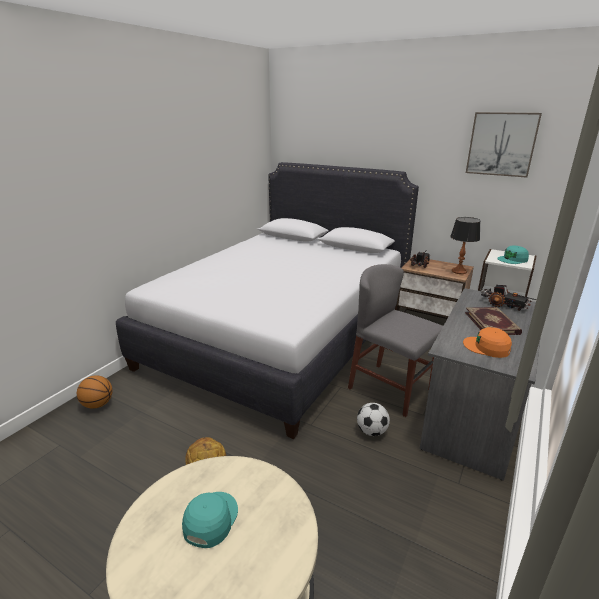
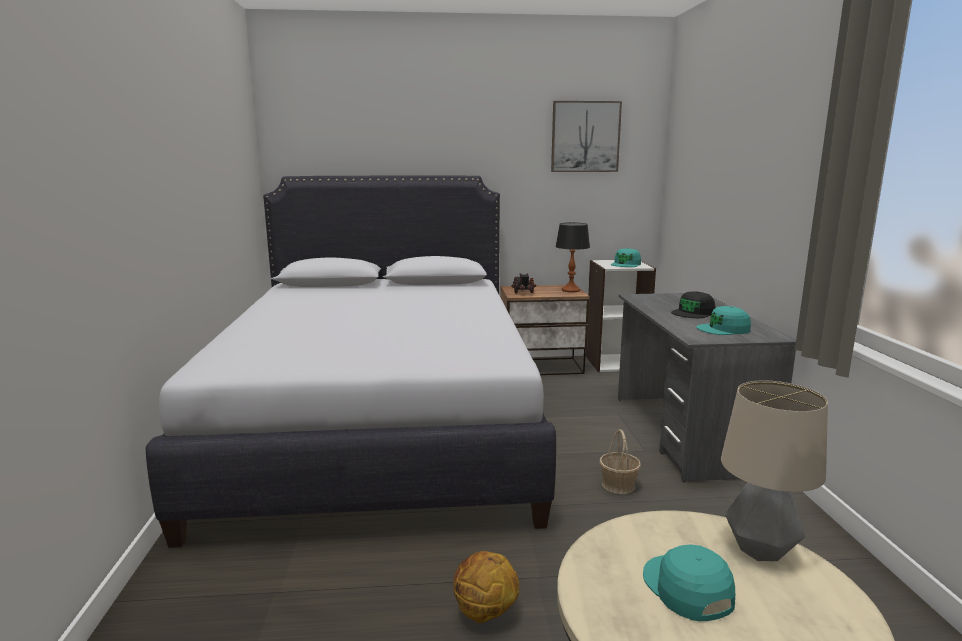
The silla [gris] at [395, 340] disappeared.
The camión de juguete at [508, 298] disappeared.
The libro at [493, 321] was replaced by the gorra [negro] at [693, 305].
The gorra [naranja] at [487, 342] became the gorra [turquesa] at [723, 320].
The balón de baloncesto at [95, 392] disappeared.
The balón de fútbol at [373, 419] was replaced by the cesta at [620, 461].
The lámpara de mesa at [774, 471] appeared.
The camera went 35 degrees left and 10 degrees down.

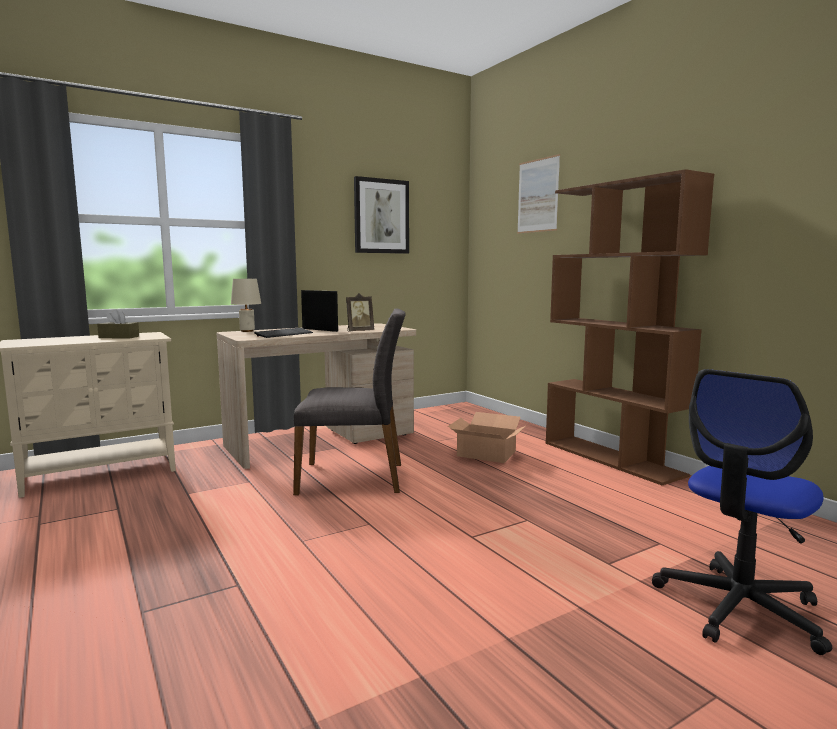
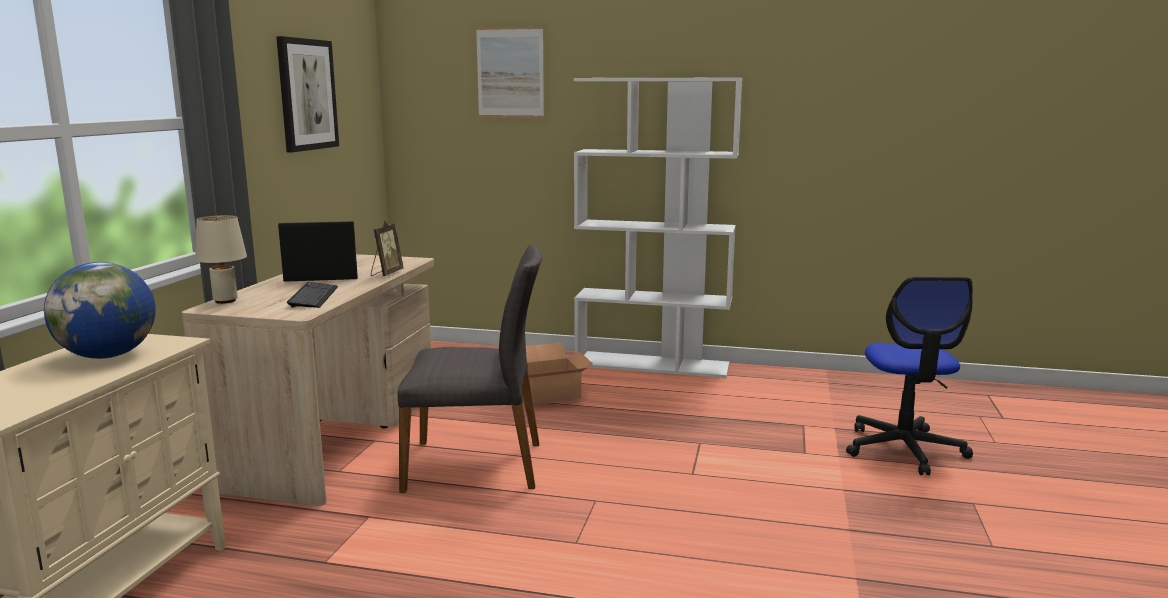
The estantería [marrón] at [630, 327] became the estantería [blanco] at [658, 228].
The silla [gris] at [349, 401] turned 45 degrees clockwise.
The caja de pañuelos [marrón] at [118, 324] was replaced by the globo terráqueo at [100, 310].
The camera went 45 degrees left and 5 degrees up.

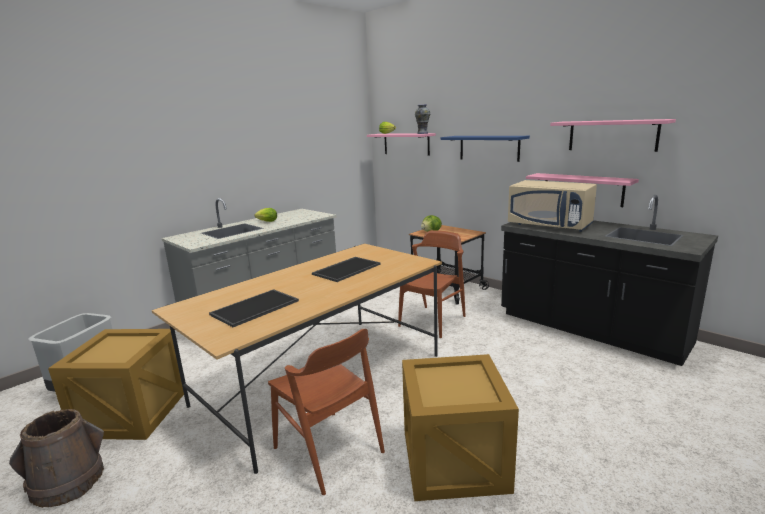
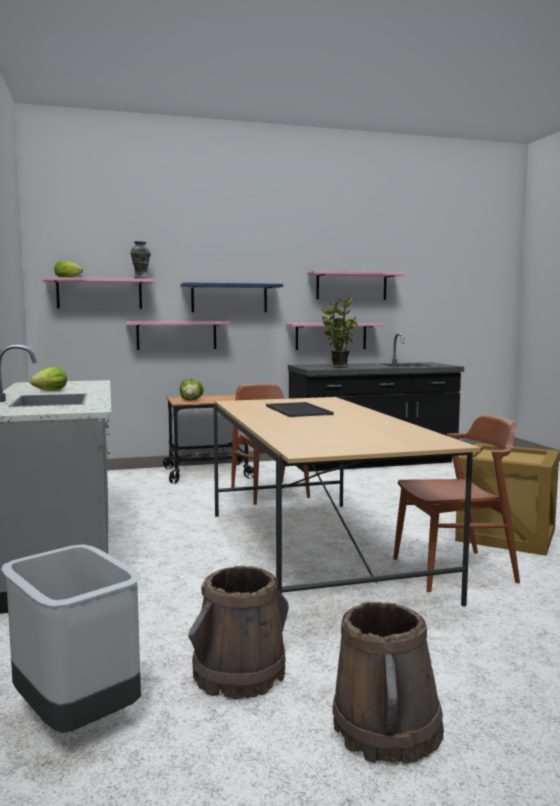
The microondas [beis] at [552, 206] was replaced by the planta en maceta at [339, 332].
The bandeja at [254, 308] disappeared.
The caja de embalaje at [116, 384] was replaced by the cubo [marrón] at [239, 632].
The estante [rosa] at [177, 335] appeared.
The camera went 60 degrees left and 10 degrees down.

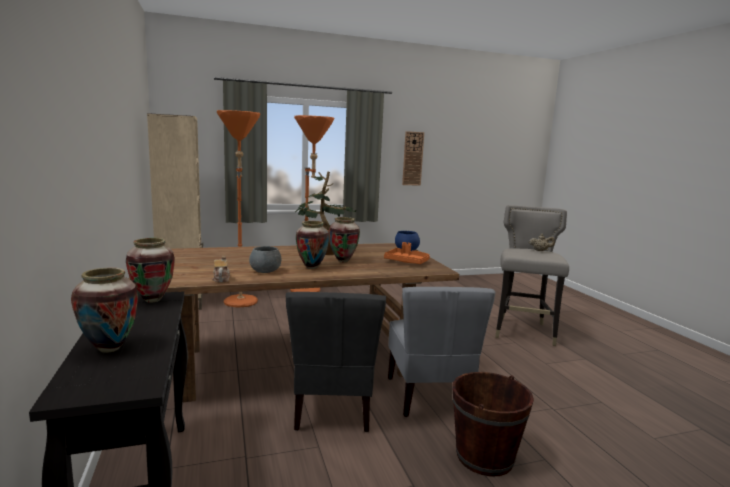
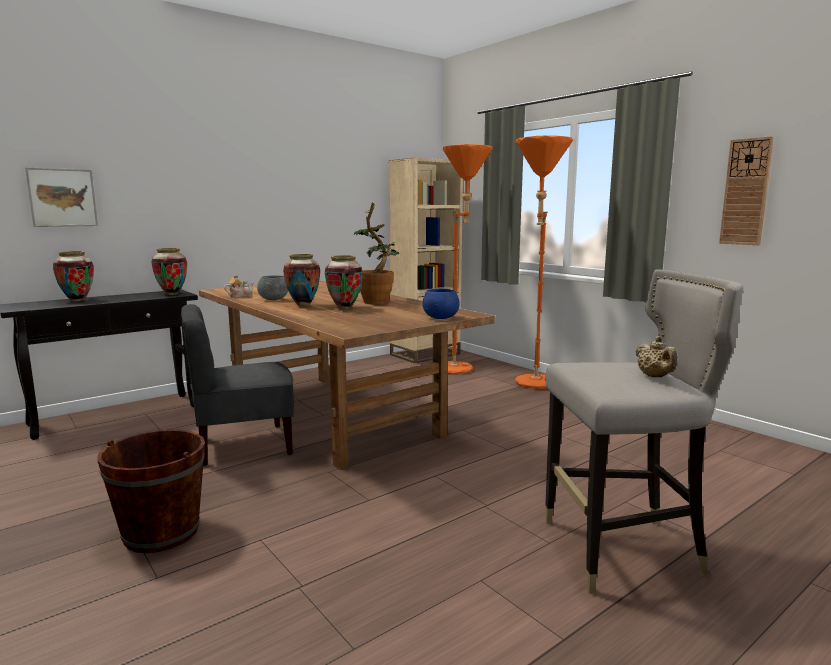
The bandeja [naranja] at [407, 253] disappeared.
The silla [gris] at [441, 352] disappeared.
The cuadro at [61, 197] appeared.
The camera went 70 degrees right and 0 degrees up.

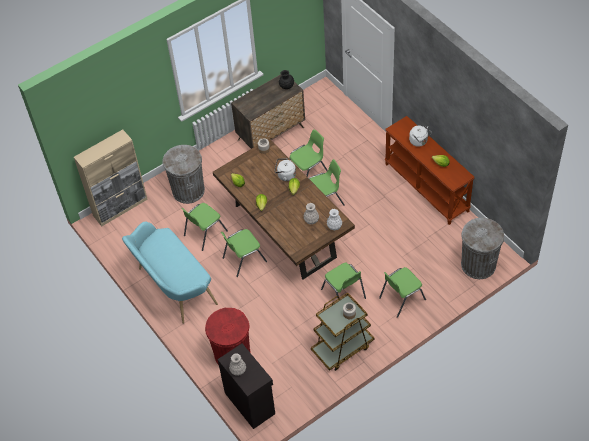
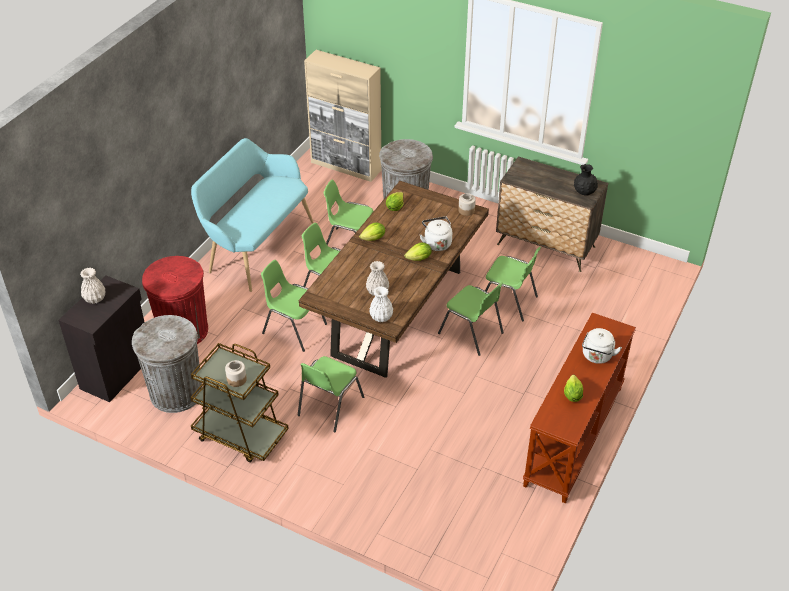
The papelera [gris] moved from [482, 248] to [167, 364].
The silla [verde] moved from [402, 292] to [294, 306].
The camera went 60 degrees right and 10 degrees down.

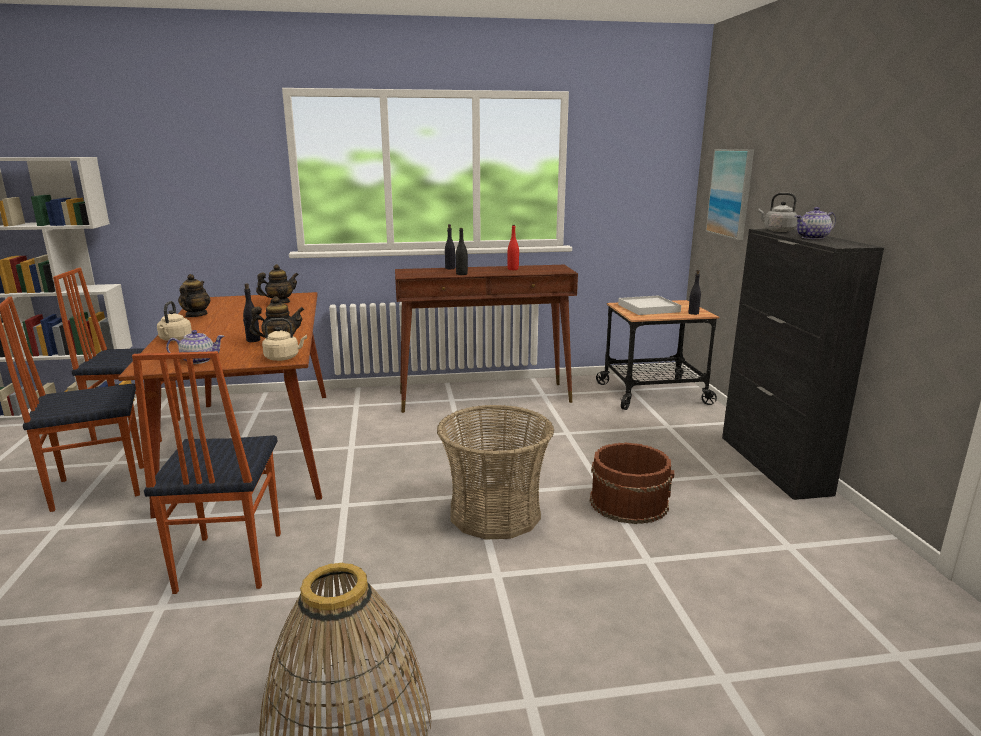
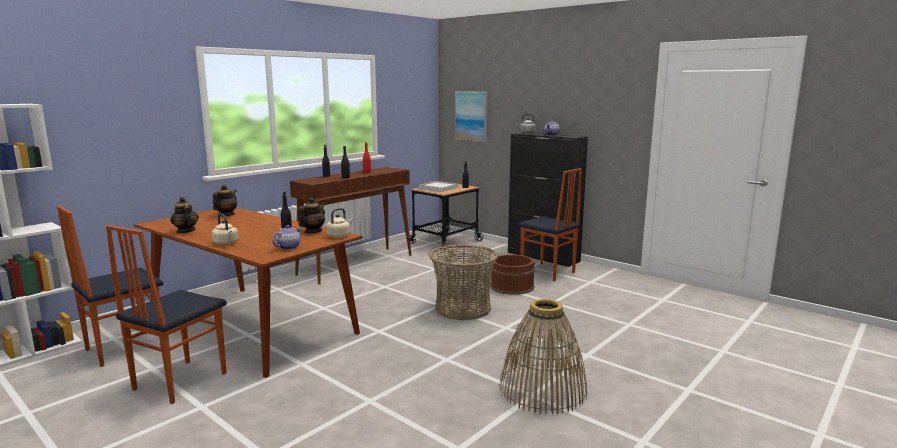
The silla moved from [206, 472] to [550, 224].
The camera went 40 degrees left and 5 degrees down.

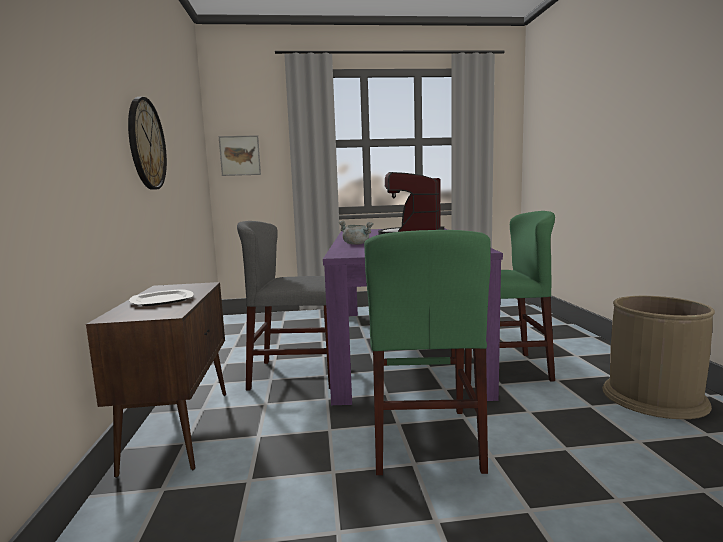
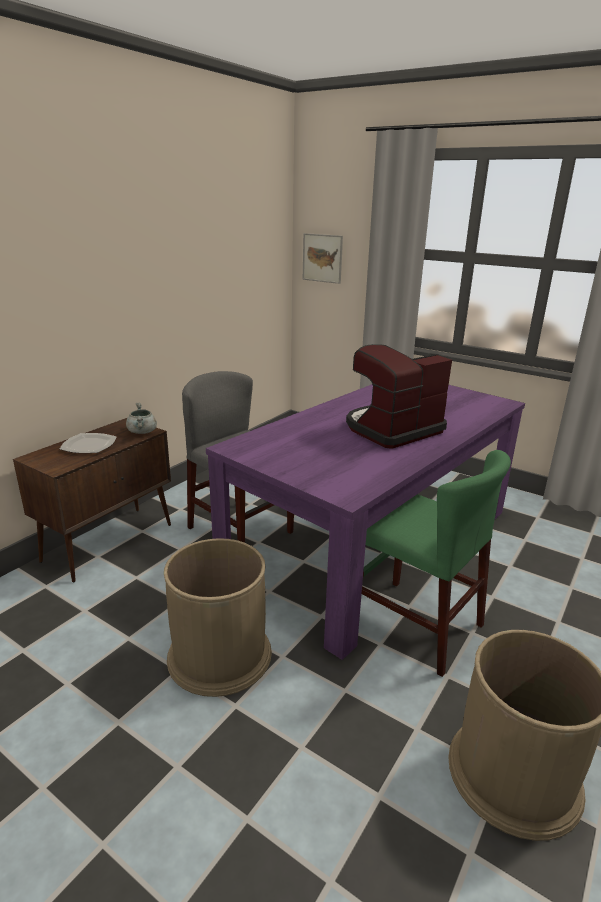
The reloj de pared at [147, 143] disappeared.
The olla [gris] moved from [356, 233] to [141, 418].
The silla [verde] at [427, 352] was replaced by the papelera [marrón] at [218, 617].
The camera went 40 degrees right and 15 degrees up.

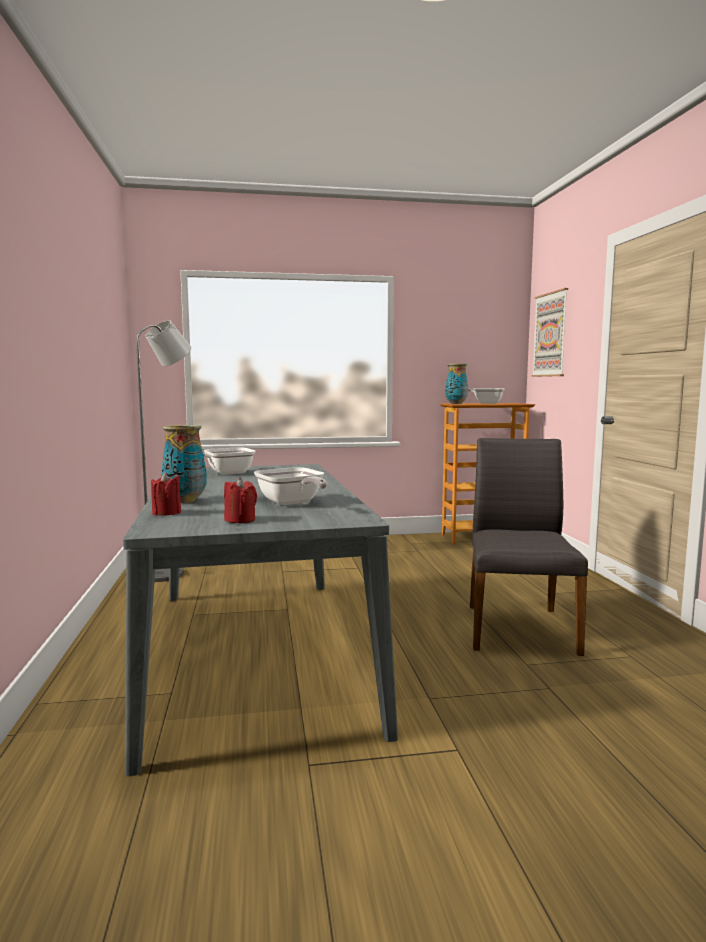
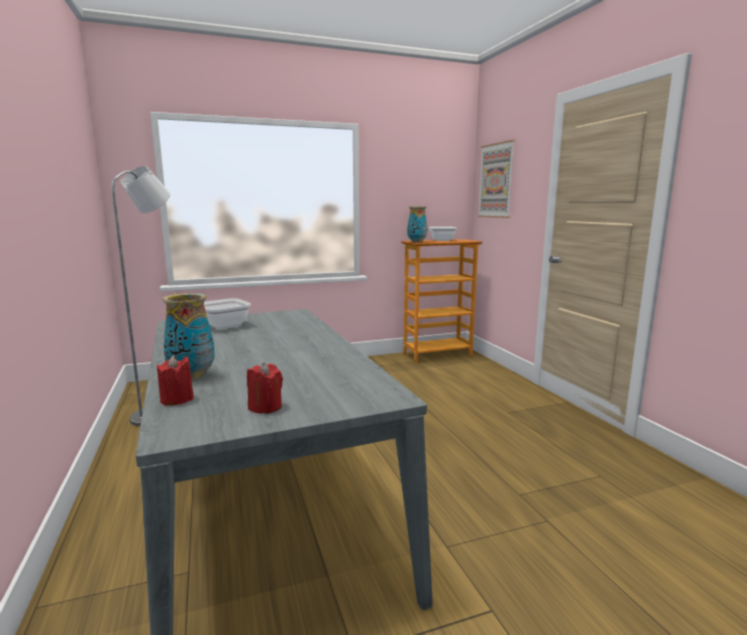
The silla [gris] at [529, 547] disappeared.
The sartén at [290, 486] disappeared.
The camera went 10 degrees left and 5 degrees up.

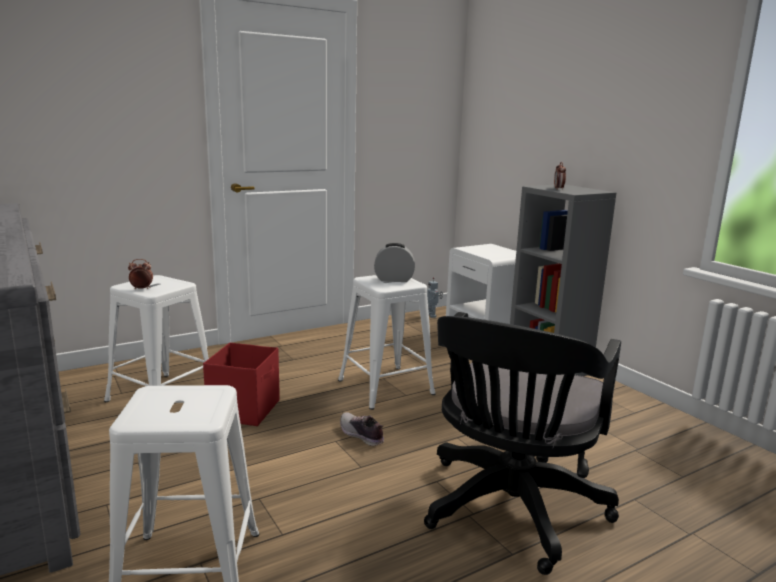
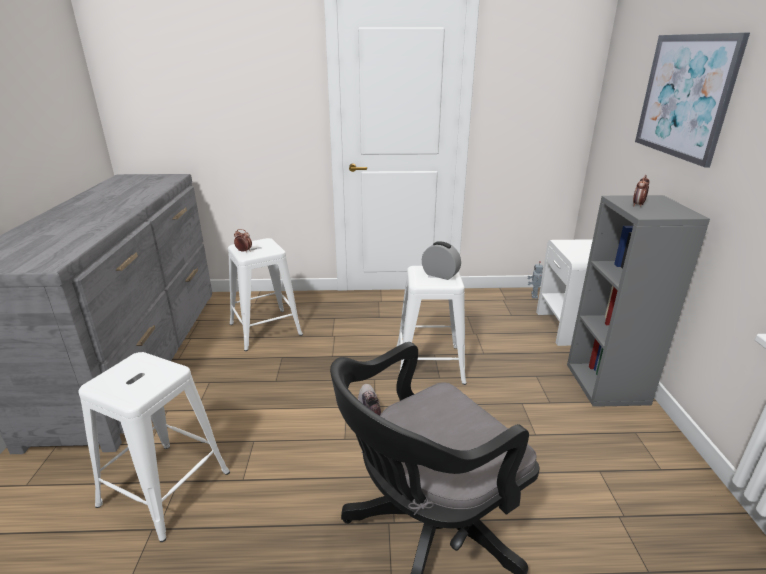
The caja de almacenaje [rojo] at [241, 384] disappeared.
The cuadro at [692, 100] appeared.
The camera went 30 degrees right and 10 degrees up.

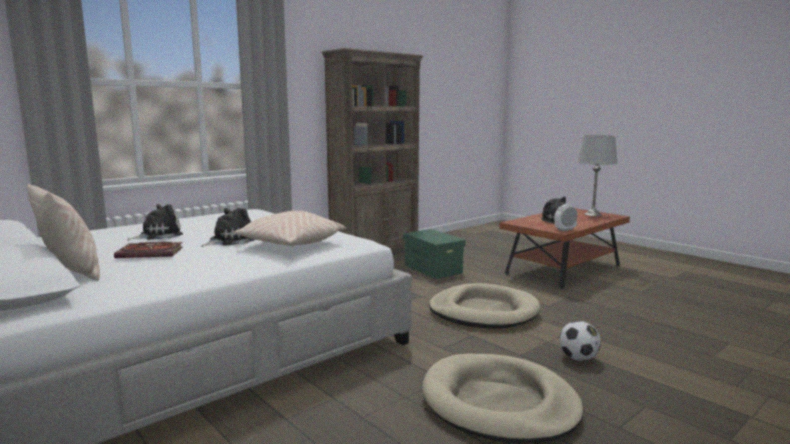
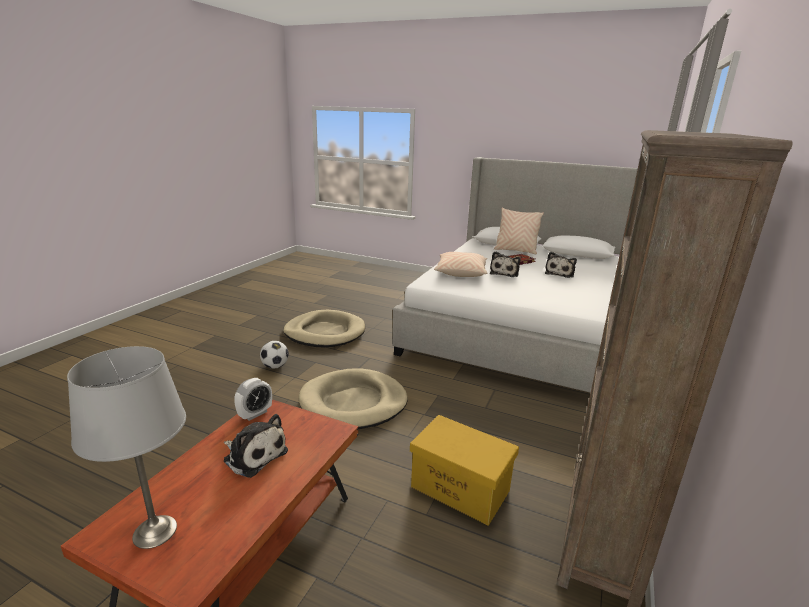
The caja de almacenaje [verde] at [434, 254] became the caja de almacenaje [amarillo] at [464, 470].
The camera went 155 degrees right and 10 degrees up.

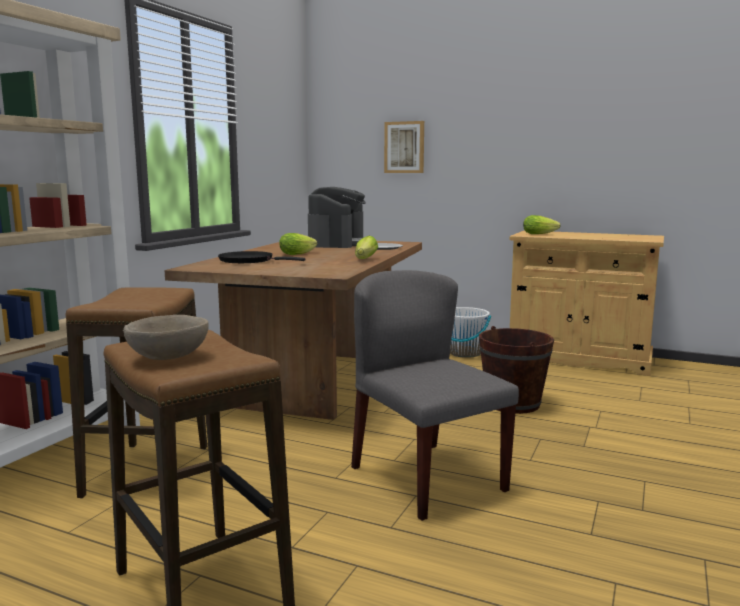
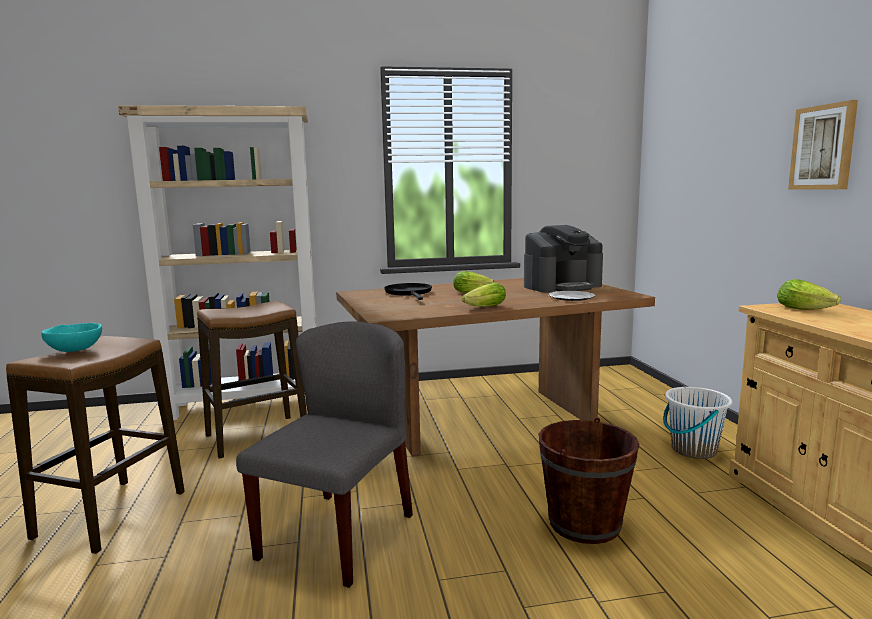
The cuadro moved from [404, 147] to [823, 145].
The cuenco [beis] at [166, 337] became the cuenco [turquesa] at [71, 337].
The camera went 55 degrees right and 0 degrees up.

